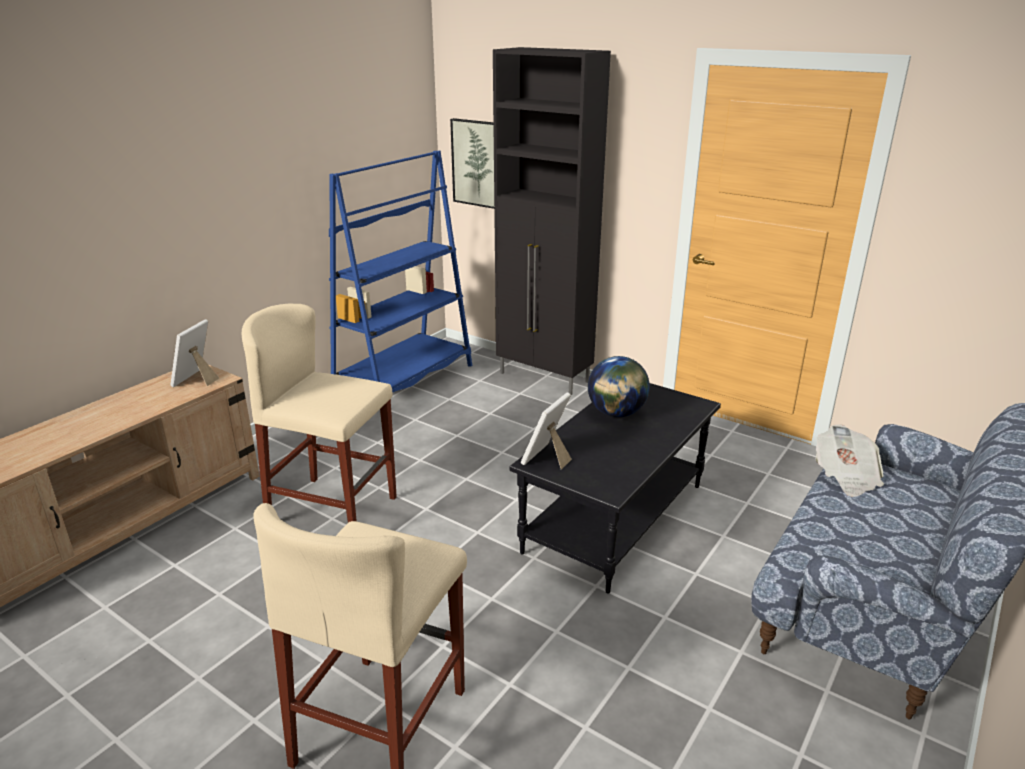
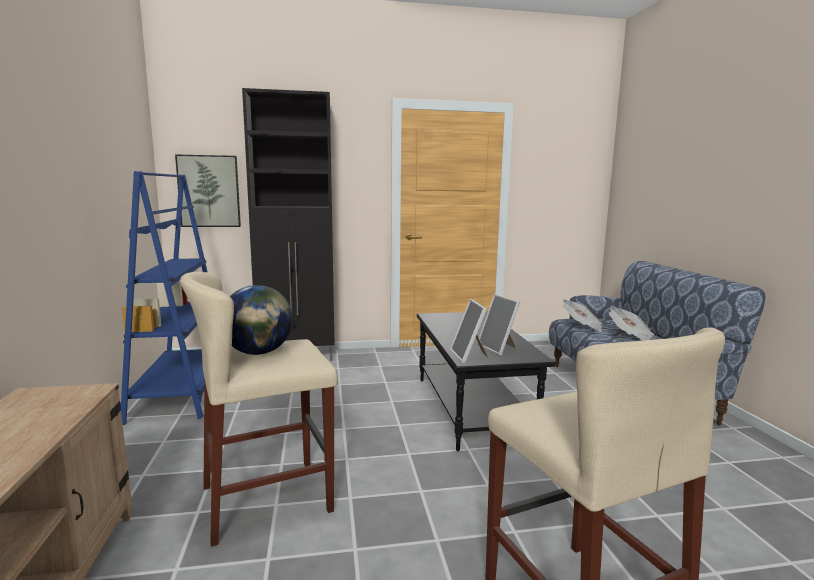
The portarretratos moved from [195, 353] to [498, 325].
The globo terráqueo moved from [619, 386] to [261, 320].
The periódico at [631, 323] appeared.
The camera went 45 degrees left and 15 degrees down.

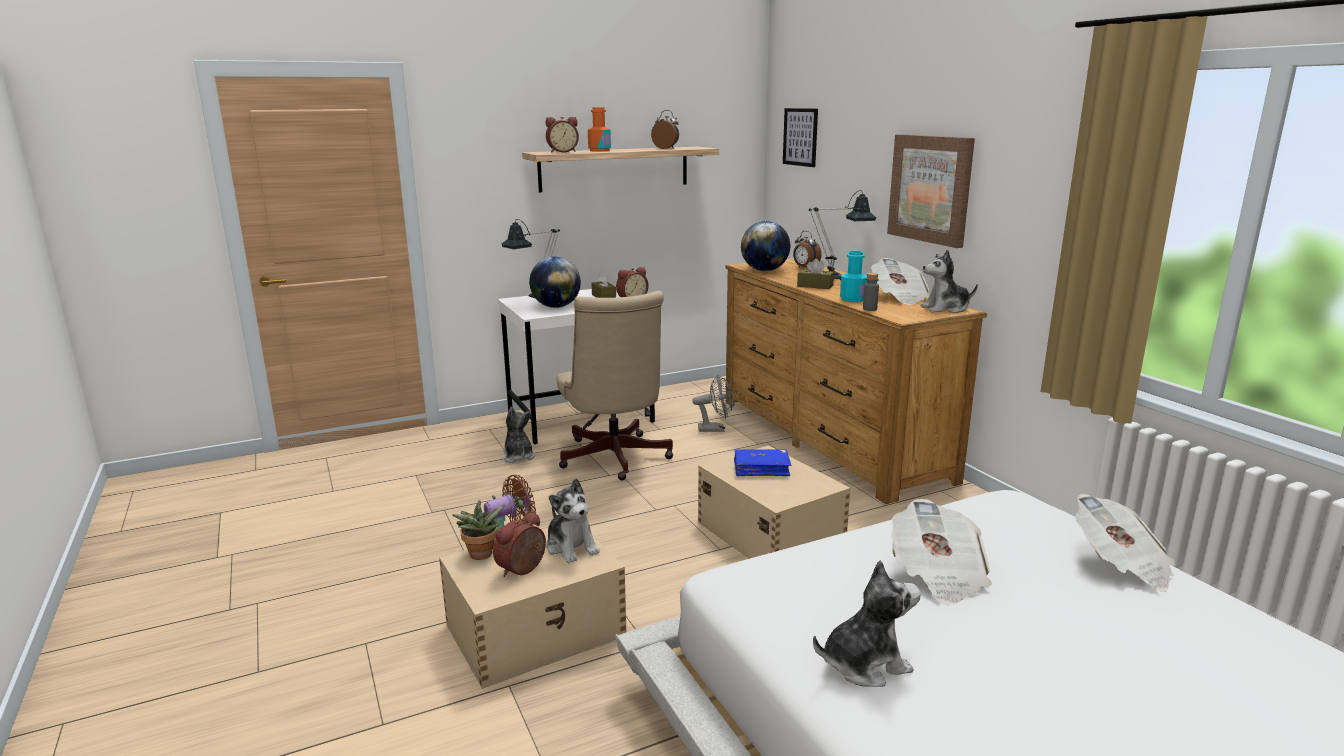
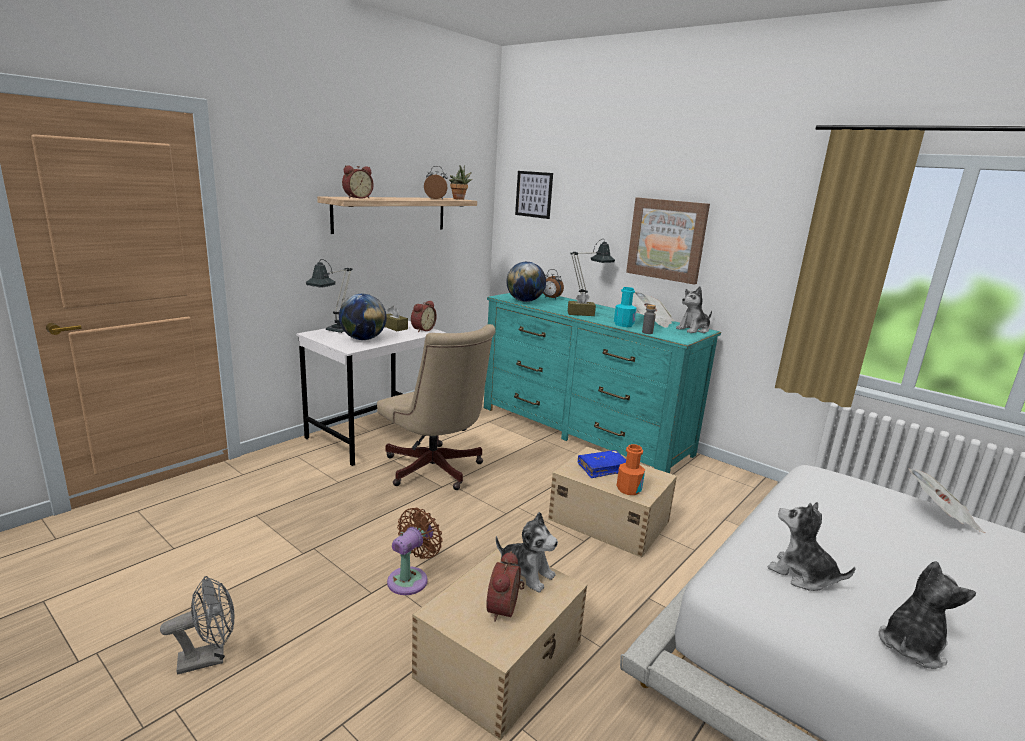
The botella [naranja] moved from [599, 129] to [630, 469].
The cómoda [marrón] at [856, 381] became the cómoda [turquesa] at [602, 383].
The ventilador [gris] moved from [712, 403] to [197, 625].
The peluche moved from [518, 435] to [812, 546].
The periódico at [941, 552] disappeared.
The planta en maceta moved from [478, 530] to [460, 182].
The camera went 25 degrees left and 0 degrees up.

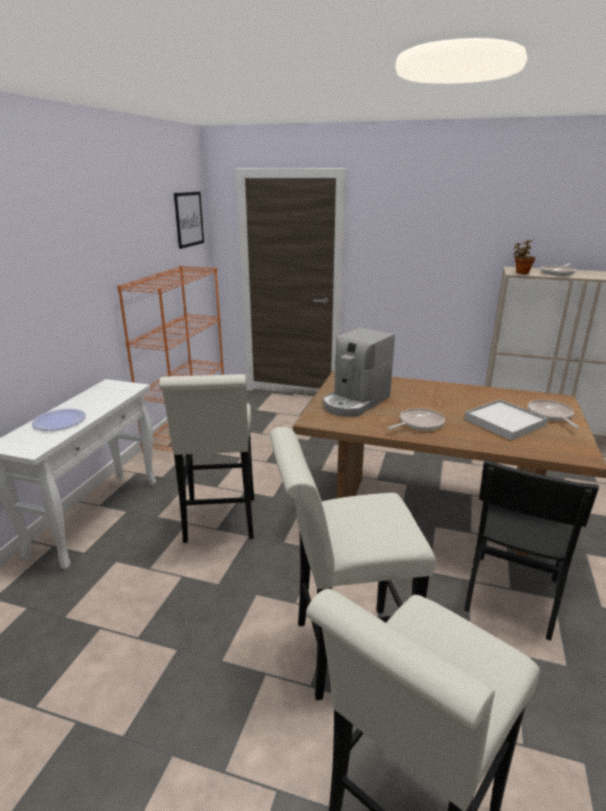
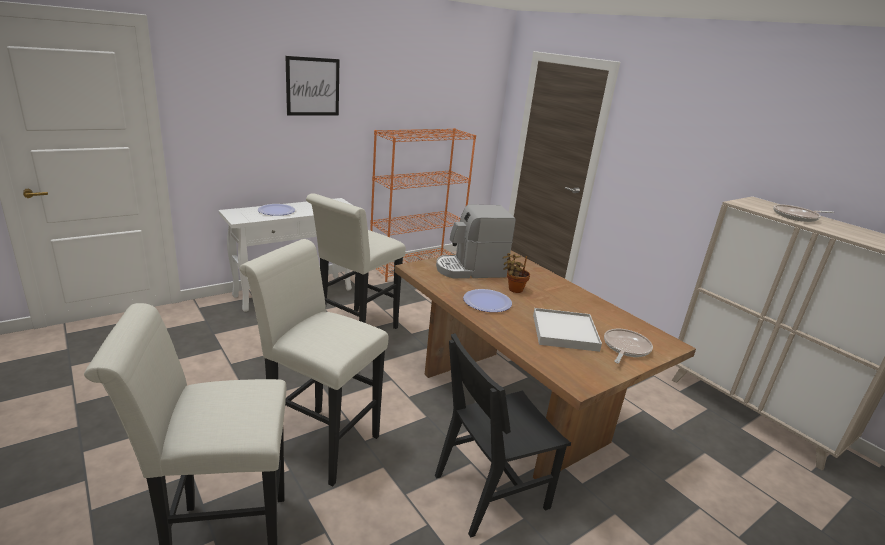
The cuadro moved from [189, 220] to [313, 86].
The planta en maceta moved from [524, 257] to [516, 273].
The sartén at [416, 419] was replaced by the plato at [487, 300].
The camera went 35 degrees right and 0 degrees up.

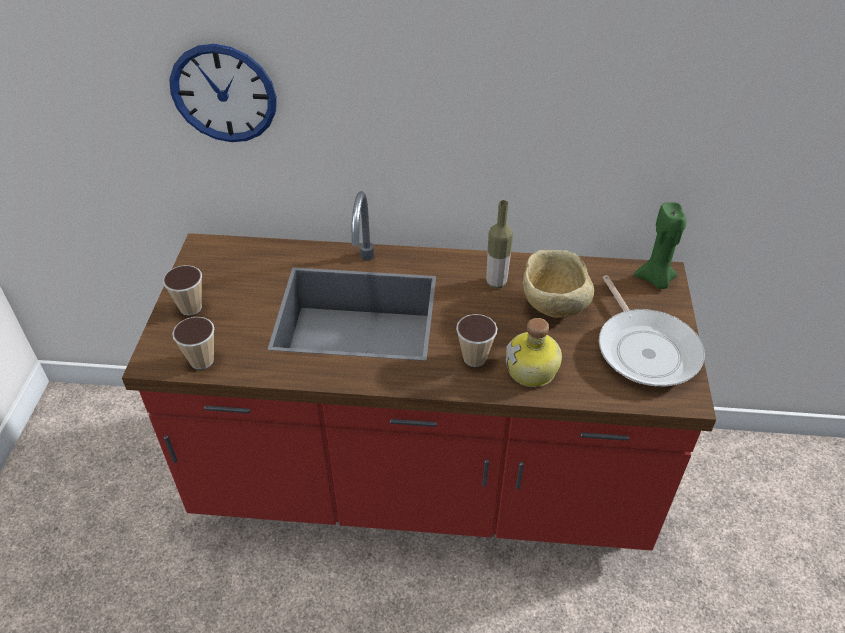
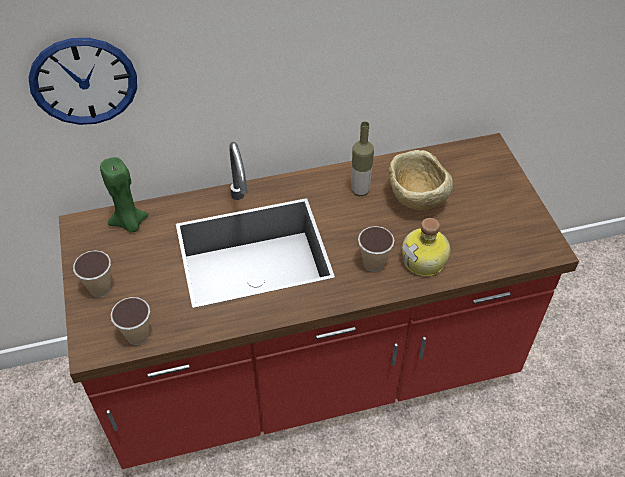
The vela [verde] moved from [660, 245] to [124, 195].
The sartén at [652, 330] disappeared.
The camera went 20 degrees left and 5 degrees up.

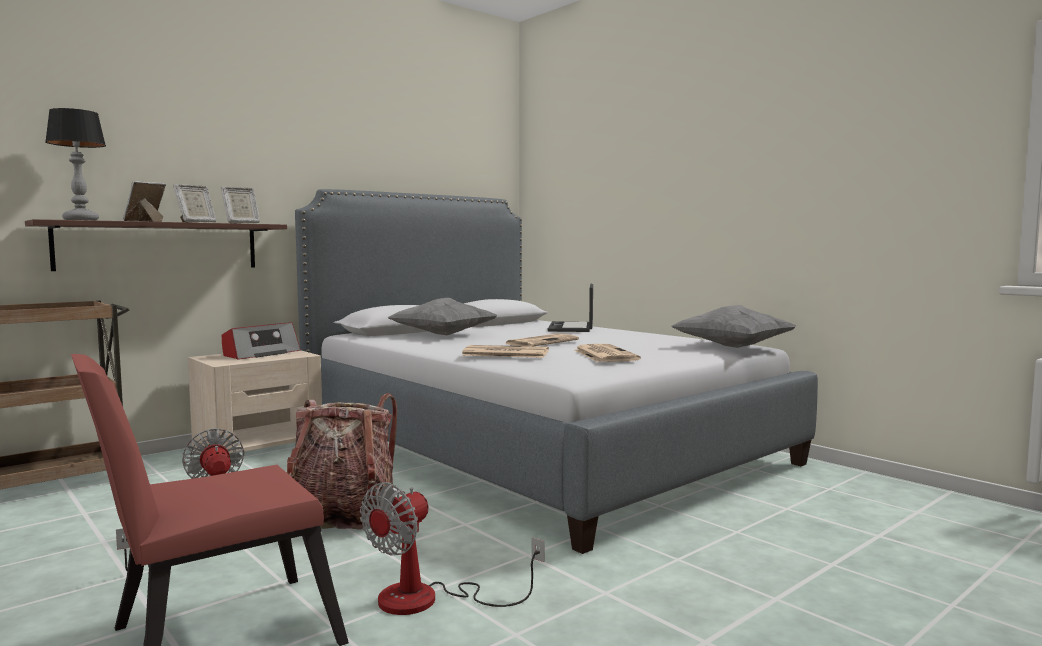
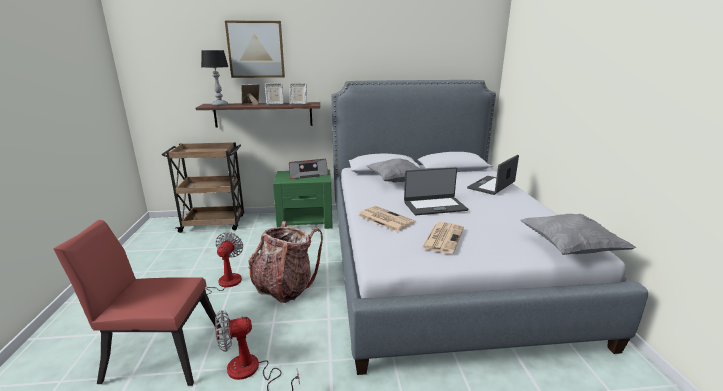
The periódico at [542, 340] was replaced by the portátil at [436, 191].
The mesita de noche [beis] at [255, 401] became the mesita de noche [verde] at [303, 199].
The cuadro at [255, 49] appeared.
The camera went 35 degrees right and 15 degrees up.

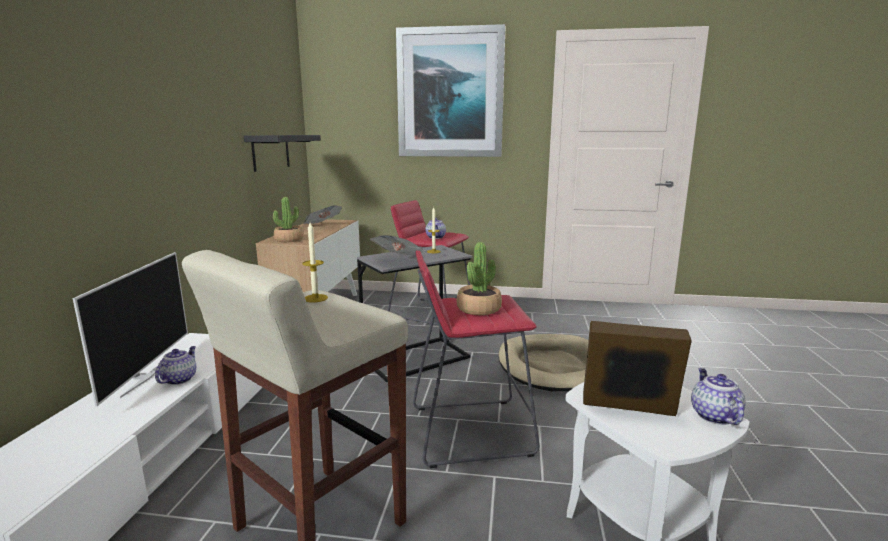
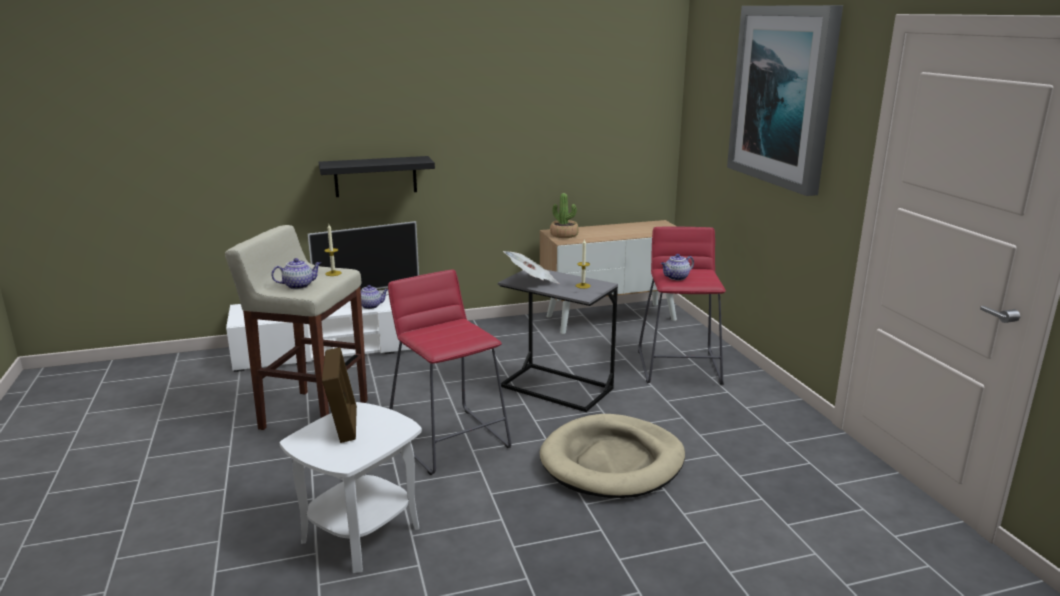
The estante [negro] moved from [282, 153] to [377, 176].
The periódico at [322, 214] disappeared.
The planta en maceta at [479, 278] disappeared.
The tetera moved from [718, 396] to [296, 273].
The camera went 65 degrees right and 5 degrees up.

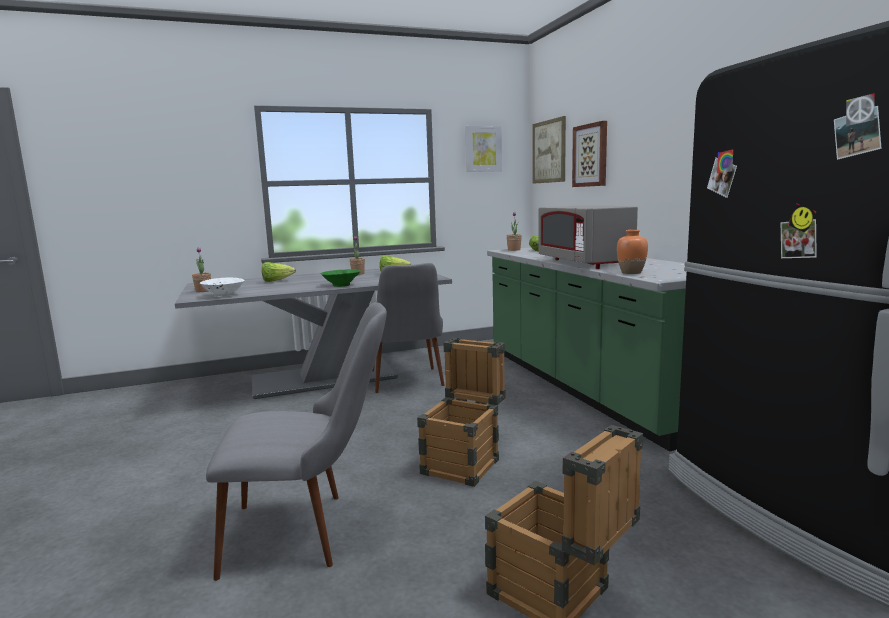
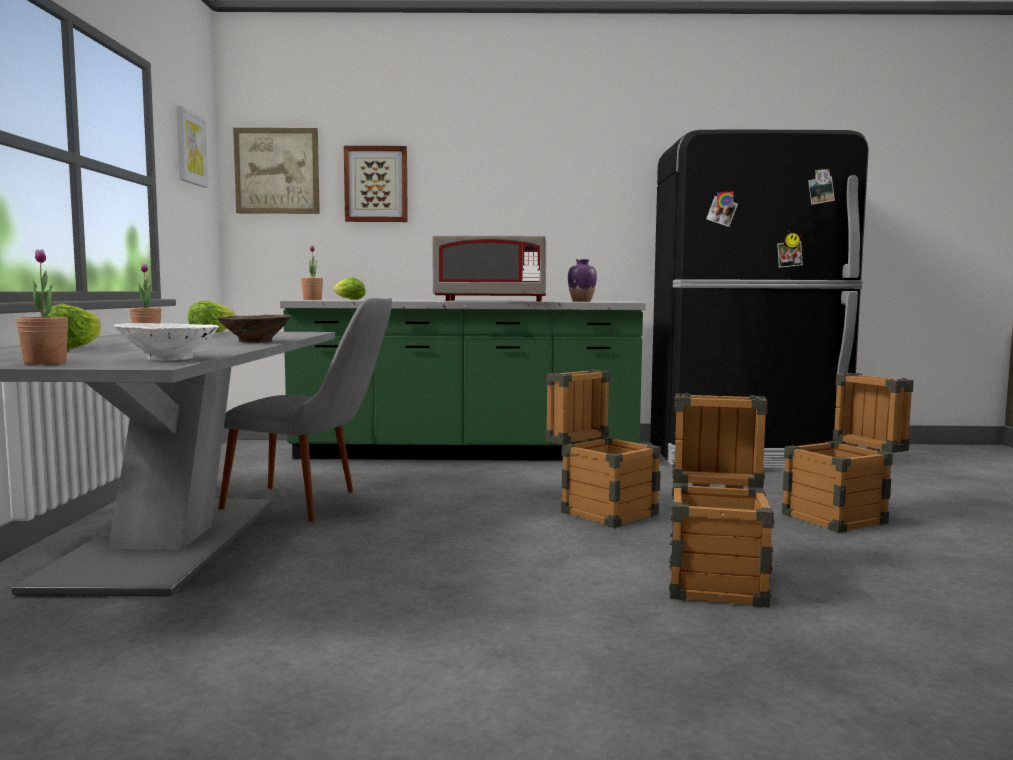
The florero [naranja] at [632, 252] became the florero [morado] at [582, 280].
The cuenco [verde] at [340, 278] became the cuenco [marrón] at [254, 329].
The silla [gris] at [296, 441] was replaced by the caja de embalaje at [722, 500].
The camera went 70 degrees left and 5 degrees down.

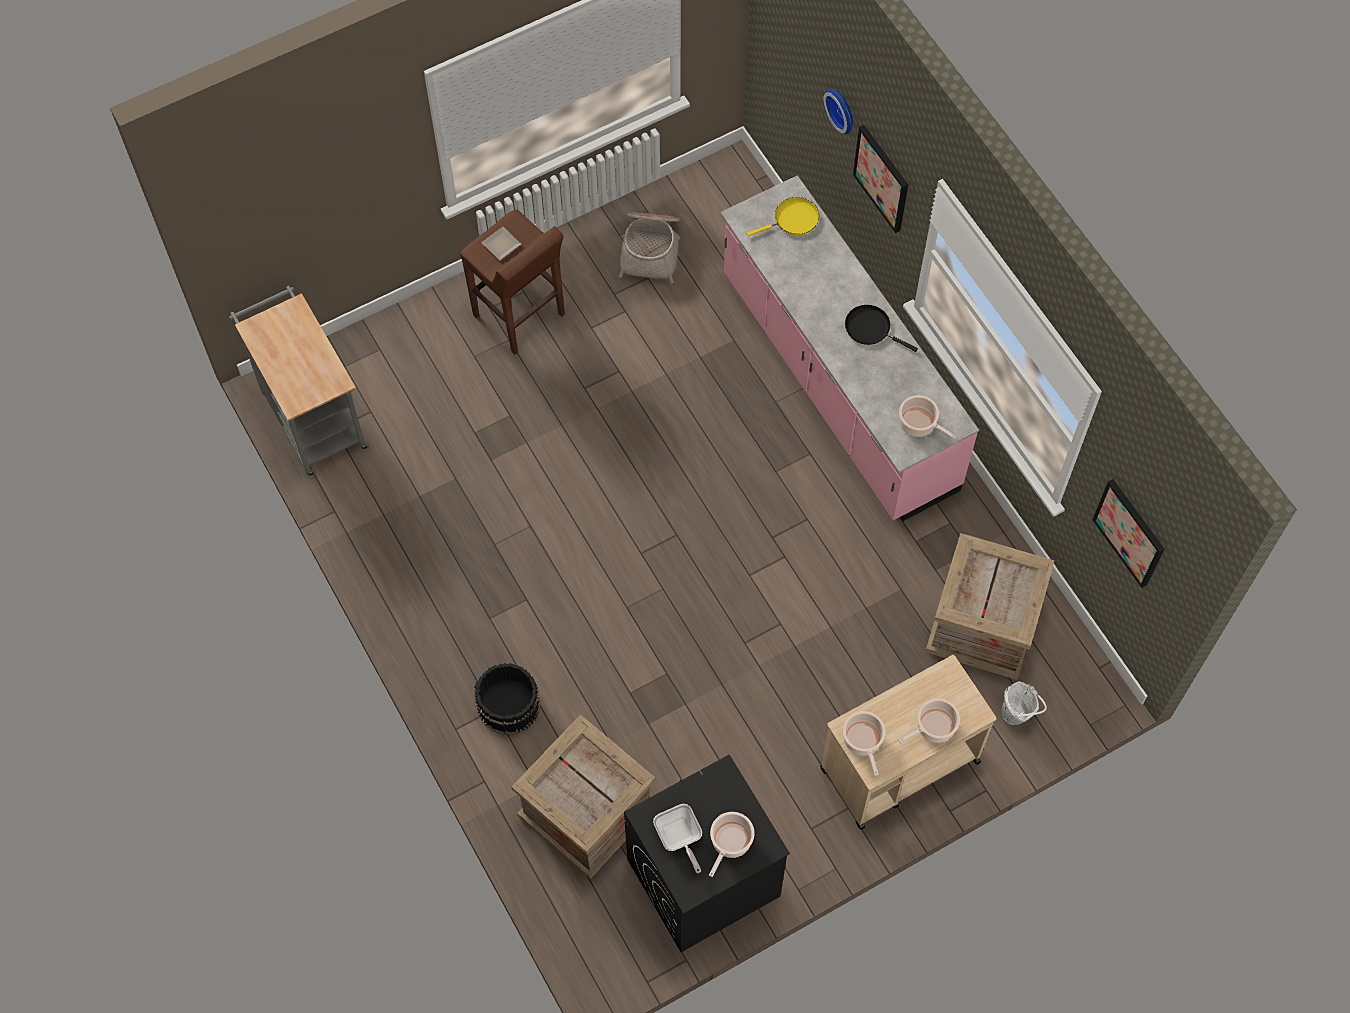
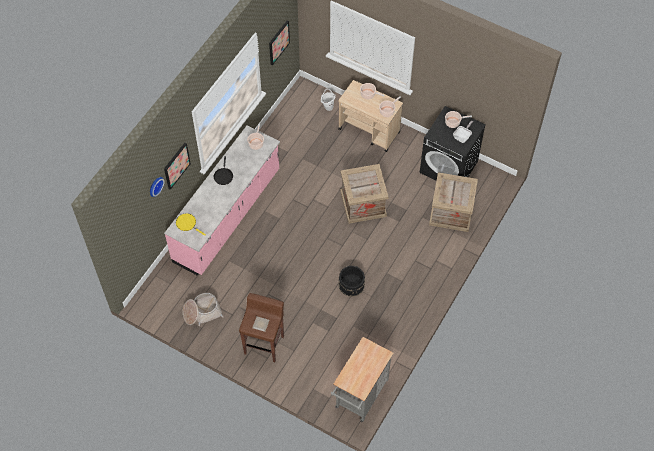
The caja de embalaje moved from [989, 606] to [364, 194].
The cubo [negro] moved from [507, 699] to [351, 281].
The camera went 120 degrees left and 5 degrees down.

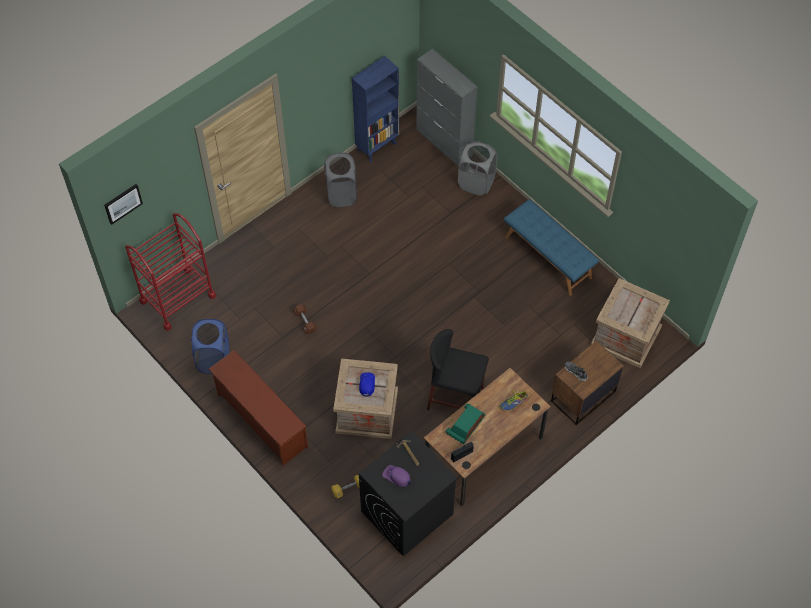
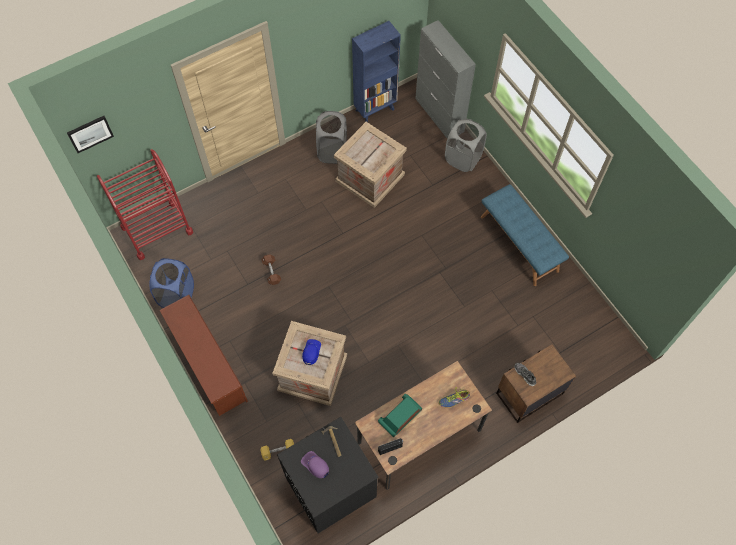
The caja de embalaje moved from [630, 323] to [370, 165].
The taburete [negro] at [458, 369] disappeared.
The camera went 10 degrees right and 5 degrees up.

